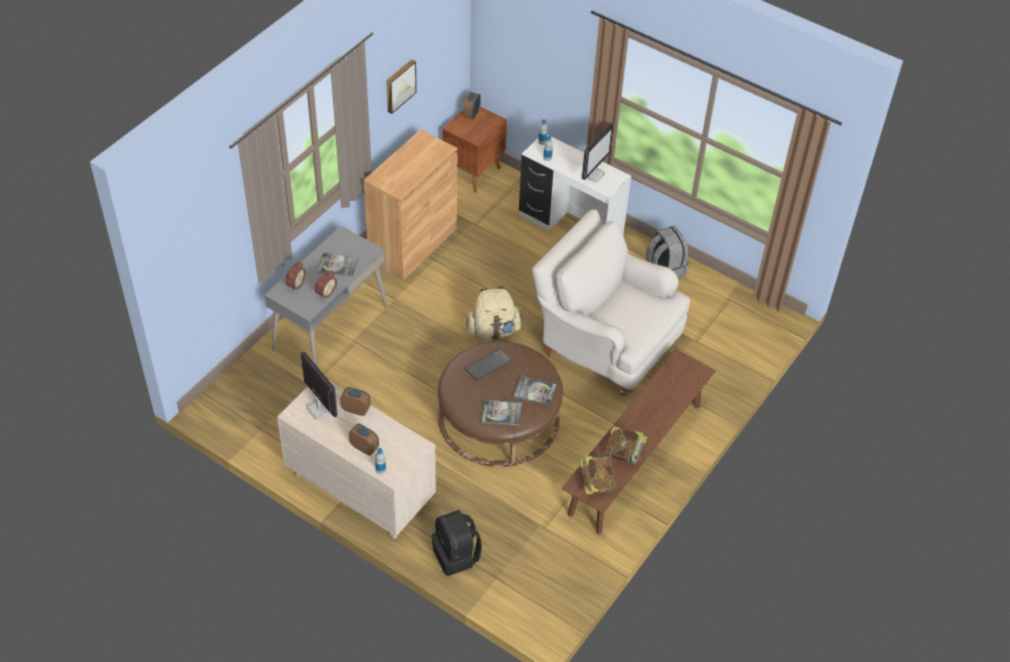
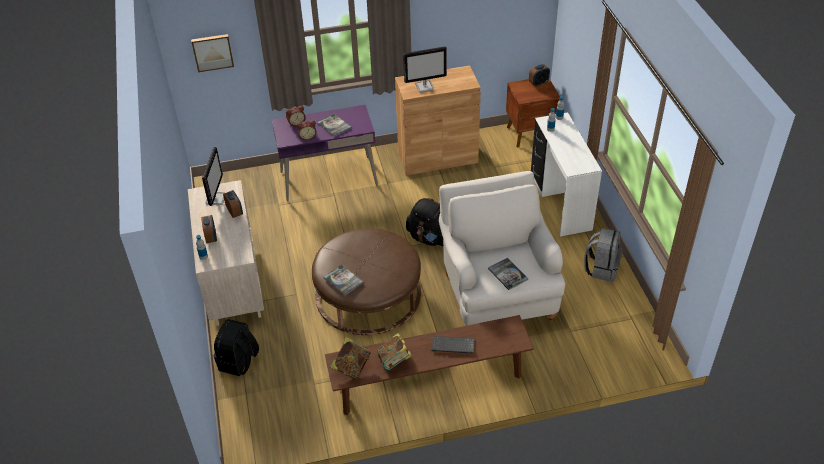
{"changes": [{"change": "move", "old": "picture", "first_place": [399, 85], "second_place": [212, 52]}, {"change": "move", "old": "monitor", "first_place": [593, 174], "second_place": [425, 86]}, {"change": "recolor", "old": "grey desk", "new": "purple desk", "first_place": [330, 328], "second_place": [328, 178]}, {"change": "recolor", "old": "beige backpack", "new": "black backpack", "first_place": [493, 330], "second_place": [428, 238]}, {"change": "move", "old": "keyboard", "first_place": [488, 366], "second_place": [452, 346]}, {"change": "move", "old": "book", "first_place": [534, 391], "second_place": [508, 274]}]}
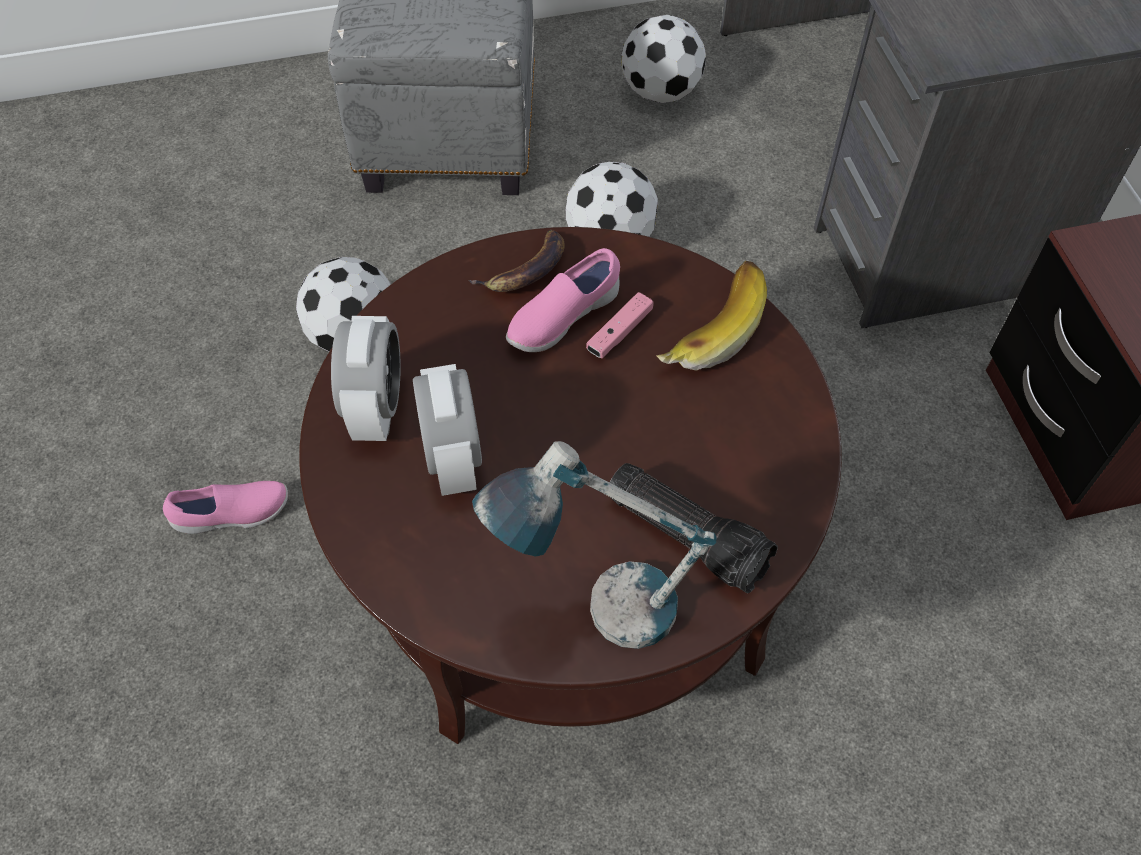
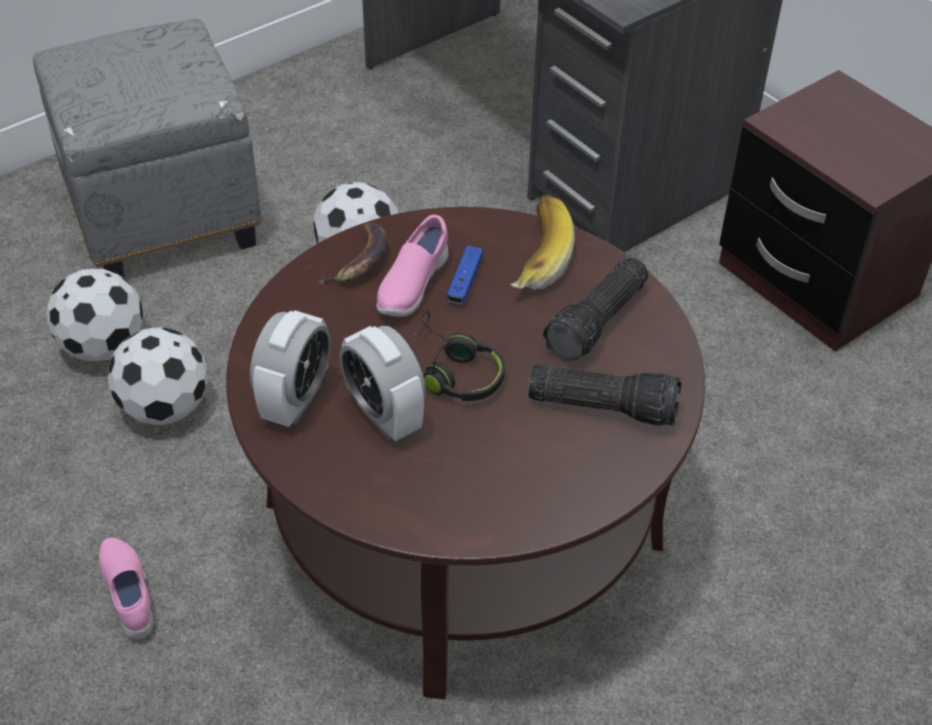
{"changes": [{"change": "move", "old": "football", "first_place": [660, 92], "second_place": [103, 347]}, {"change": "recolor", "old": "pink game controller", "new": "blue game controller", "first_place": [619, 332], "second_place": [465, 282]}, {"change": "rotate", "old": "alarm clock", "first_place": [376, 408], "second_place": [295, 400], "degrees": 45}, {"change": "delete", "old": "table lamp", "first_place": [594, 609]}, {"change": "rotate", "old": "pink shoe", "first_place": [232, 515], "second_place": [130, 595], "degrees": -75}, {"change": "insert", "new": "flashlight", "second_place": [599, 323]}, {"change": "insert", "new": "black headphones", "second_place": [454, 371]}]}
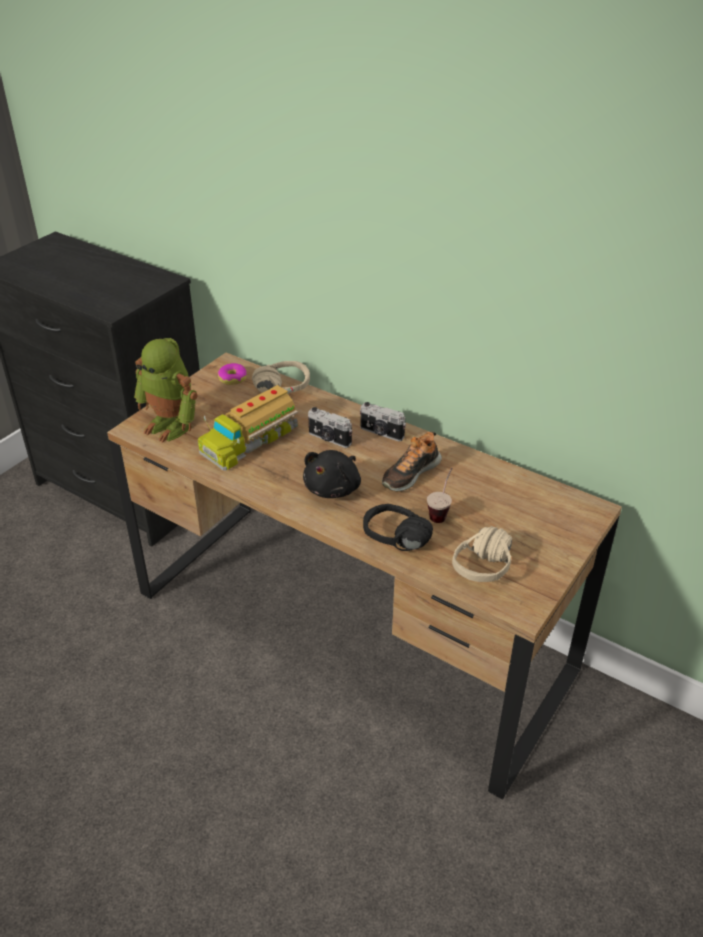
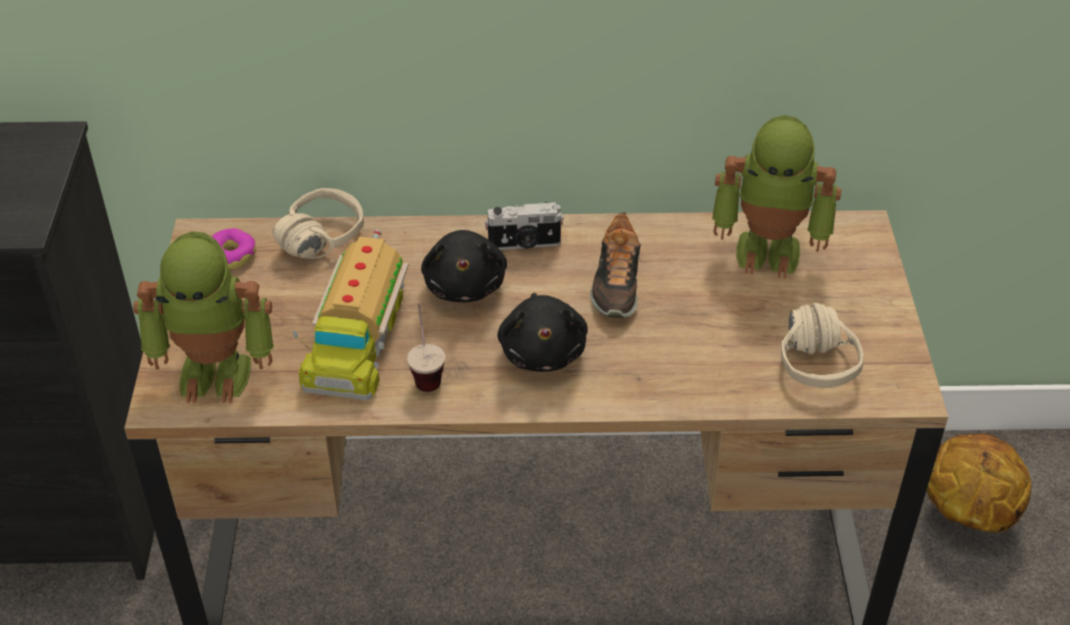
{"changes": [{"change": "replace", "old": "photo camera", "new": "black plush toy", "first_place": [329, 439], "second_place": [465, 284]}, {"change": "move", "old": "cup", "first_place": [441, 511], "second_place": [426, 372]}, {"change": "delete", "old": "black headphones", "first_place": [392, 544]}, {"change": "insert", "new": "toy robot", "second_place": [769, 249]}, {"change": "insert", "new": "basketball", "second_place": [966, 513]}]}
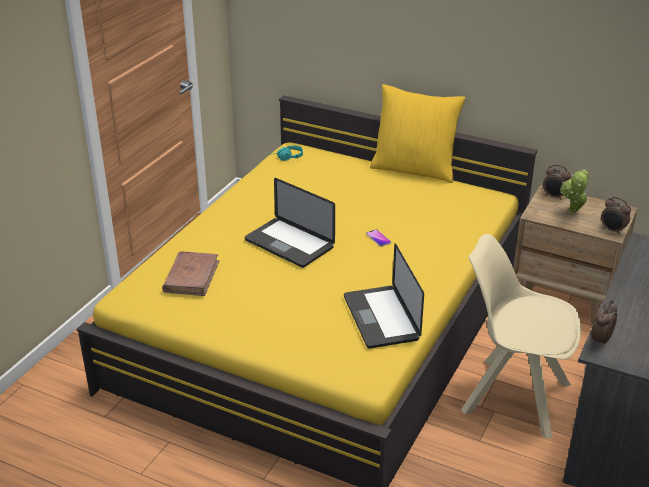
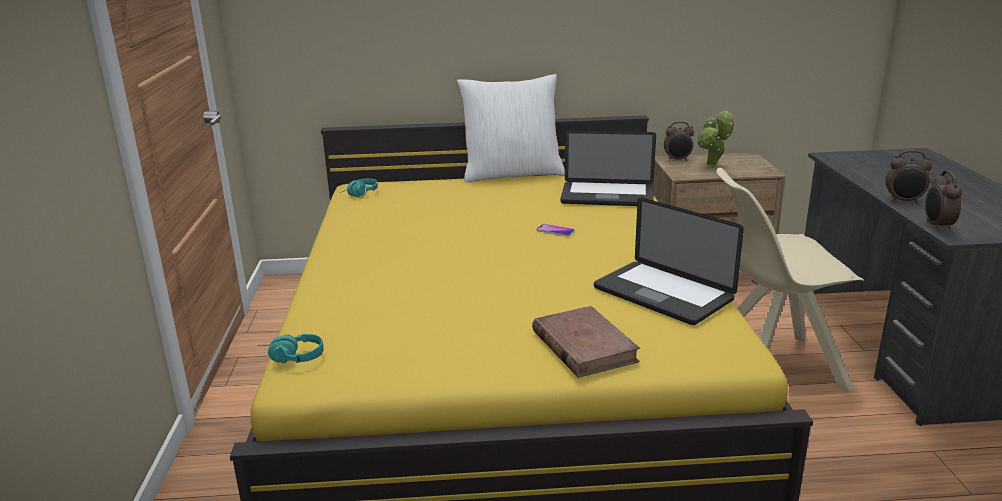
{"changes": [{"change": "recolor", "old": "yellow pillow", "new": "white pillow", "first_place": [414, 169], "second_place": [512, 174]}, {"change": "move", "old": "laptop", "first_place": [289, 244], "second_place": [607, 196]}, {"change": "move", "old": "alarm clock", "first_place": [612, 230], "second_place": [903, 201]}, {"change": "move", "old": "brown book", "first_place": [191, 276], "second_place": [583, 346]}, {"change": "insert", "new": "turquoise headphones", "second_place": [290, 358]}]}
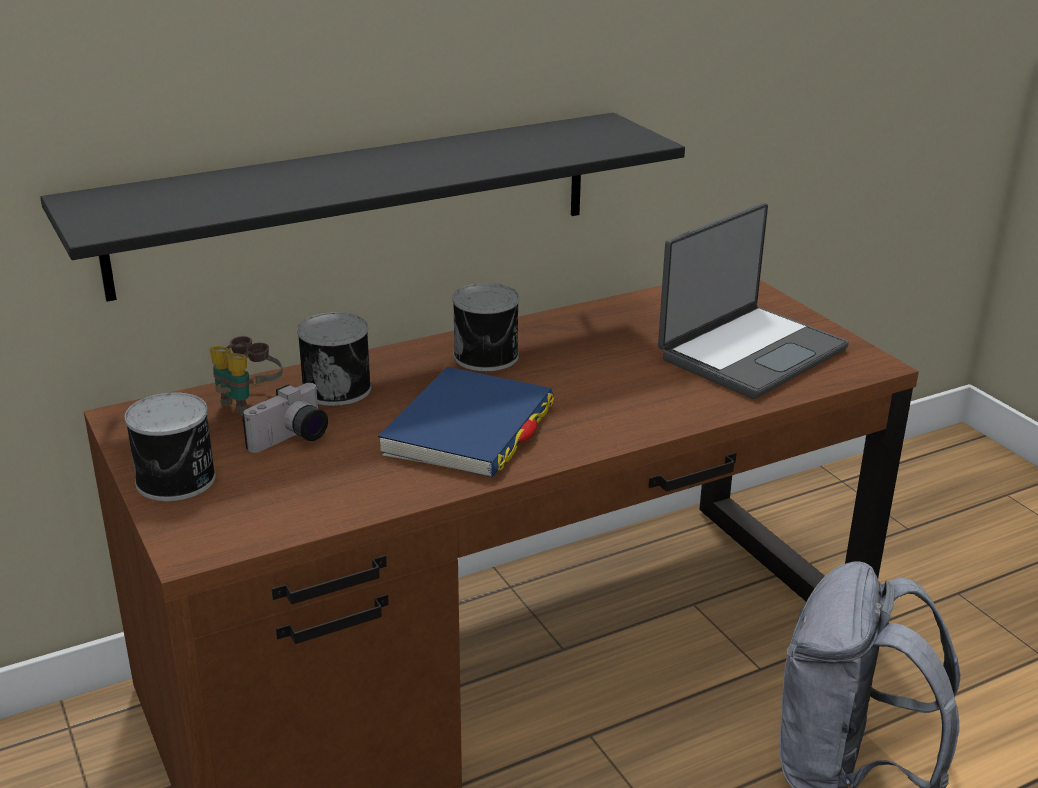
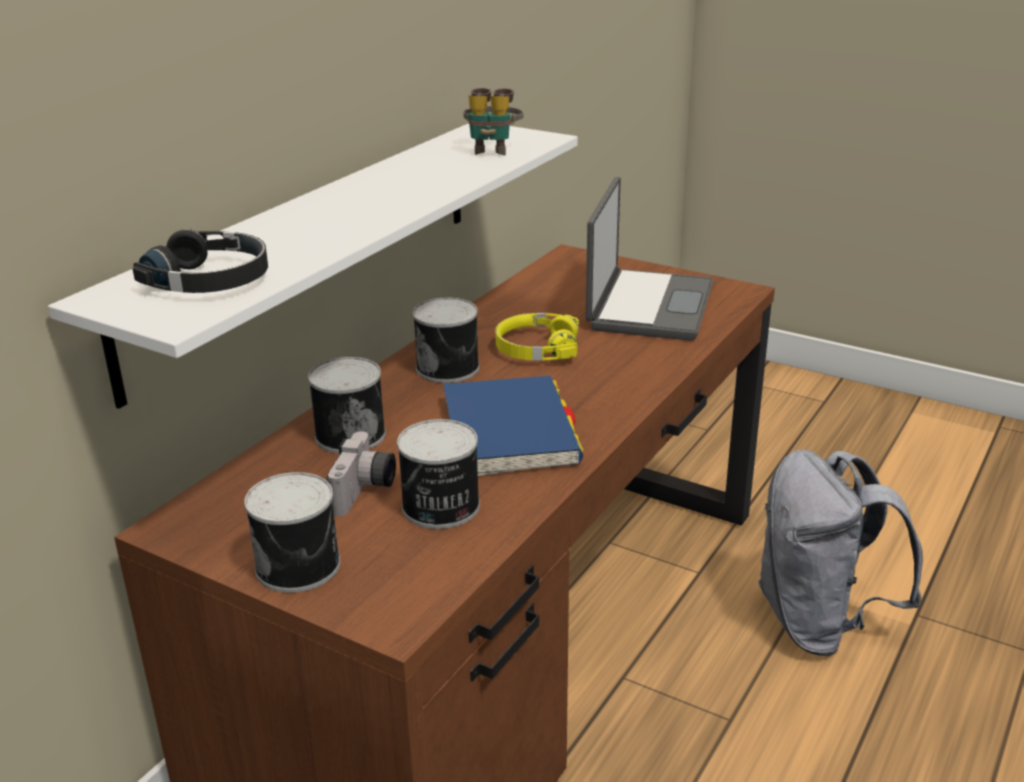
{"changes": [{"change": "recolor", "old": "black shelf", "new": "white shelf", "first_place": [358, 202], "second_place": [310, 247]}, {"change": "move", "old": "binoculars", "first_place": [248, 402], "second_place": [492, 150]}, {"change": "insert", "new": "black headphones", "second_place": [211, 280]}, {"change": "insert", "new": "yellow headphones", "second_place": [536, 349]}, {"change": "insert", "new": "can", "second_place": [440, 507]}]}
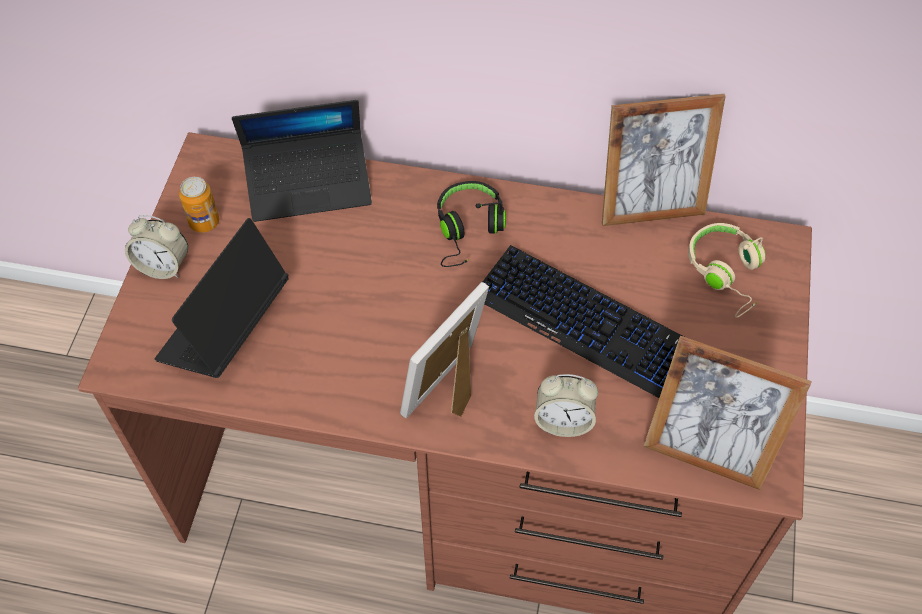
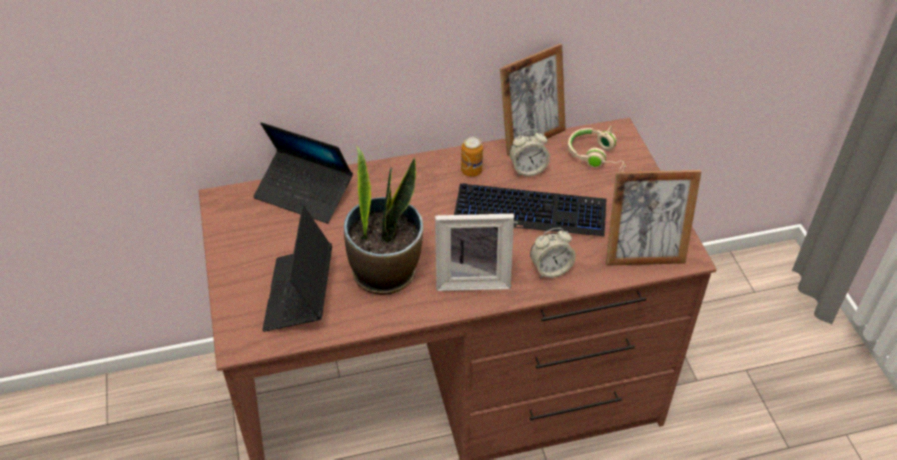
{"changes": [{"change": "rotate", "old": "laptop", "first_place": [309, 184], "second_place": [304, 193], "degrees": 60}, {"change": "move", "old": "can", "first_place": [204, 222], "second_place": [471, 171]}, {"change": "delete", "old": "black headphones", "first_place": [468, 230]}, {"change": "move", "old": "alarm clock", "first_place": [163, 266], "second_place": [528, 169]}, {"change": "rotate", "old": "picture frame", "first_place": [452, 391], "second_place": [472, 277], "degrees": -105}, {"change": "insert", "new": "potted plant", "second_place": [385, 272]}]}
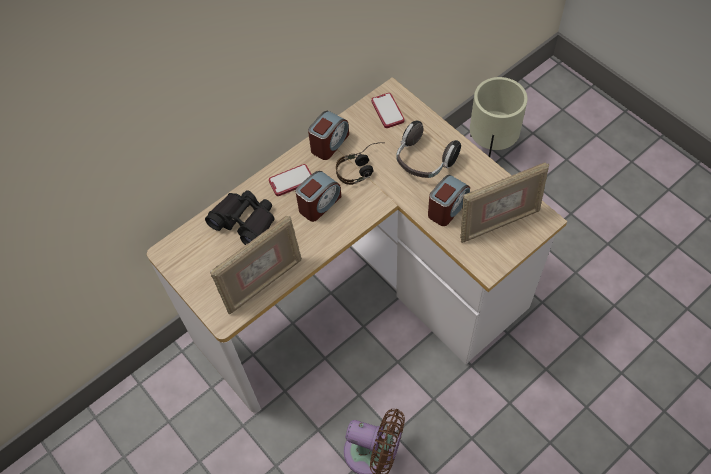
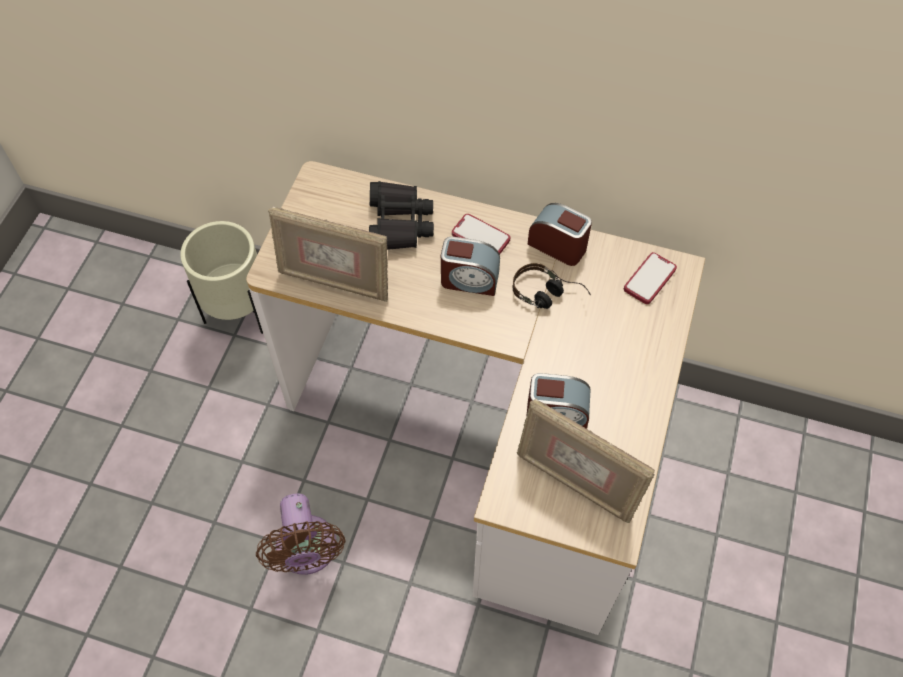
{"changes": [{"change": "move", "old": "beige planter", "first_place": [490, 149], "second_place": [239, 313]}, {"change": "rotate", "old": "alarm clock", "first_place": [329, 143], "second_place": [558, 245], "degrees": -150}, {"change": "delete", "old": "headphones", "first_place": [424, 161]}]}
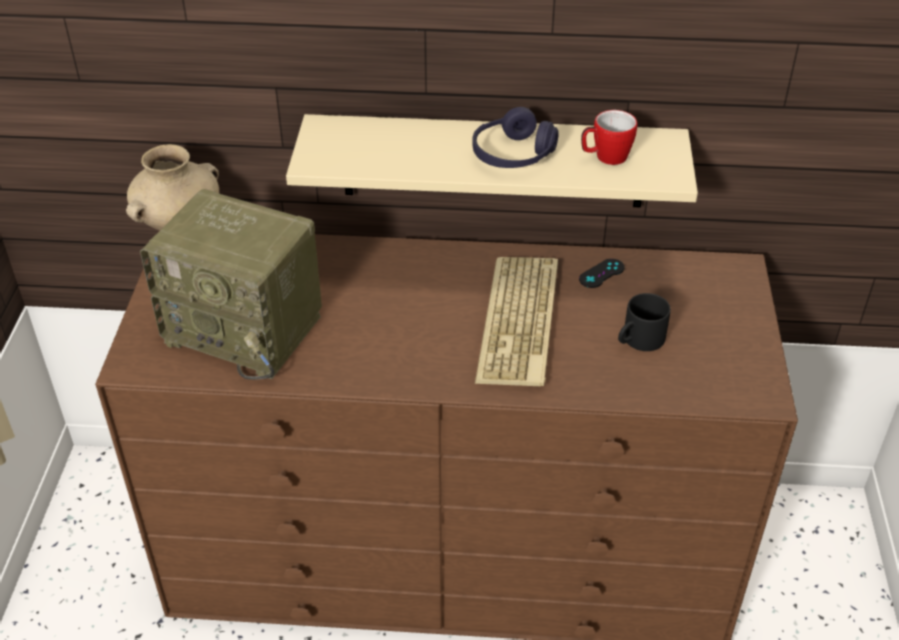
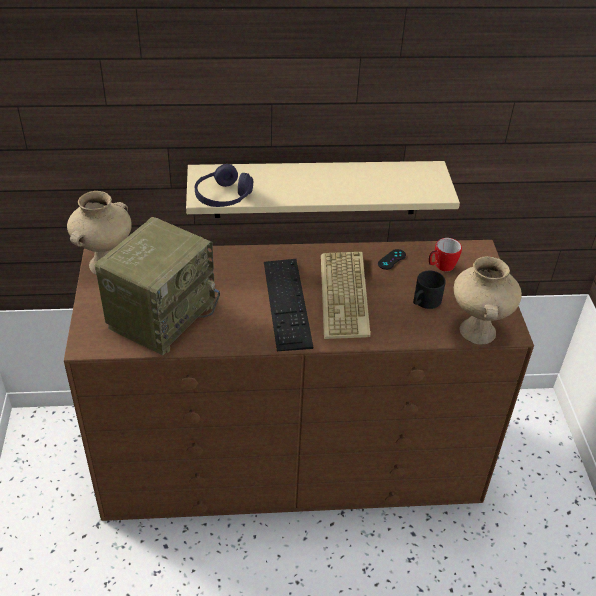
{"changes": [{"change": "move", "old": "purple headphones", "first_place": [513, 155], "second_place": [223, 197]}, {"change": "move", "old": "mug", "first_place": [605, 158], "second_place": [441, 266]}, {"change": "rotate", "old": "radio", "first_place": [247, 329], "second_place": [162, 314], "degrees": -75}, {"change": "insert", "new": "beige vase", "second_place": [476, 330]}, {"change": "insert", "new": "keyboard", "second_place": [287, 303]}]}
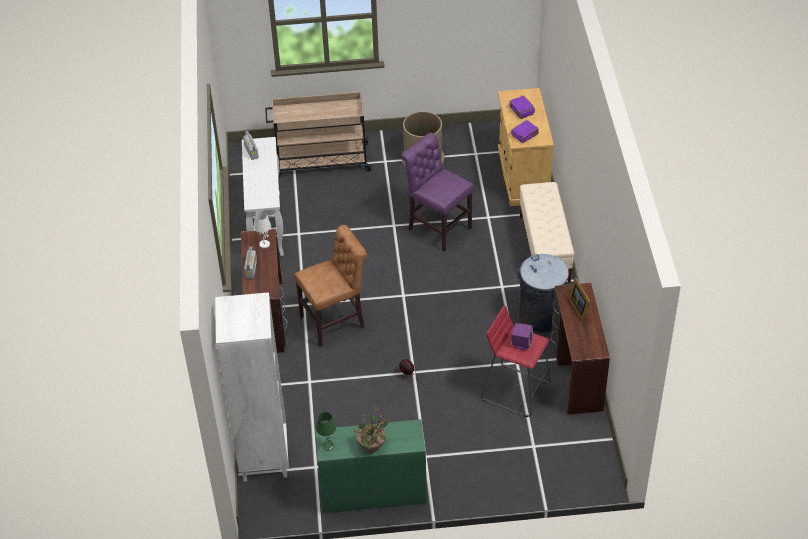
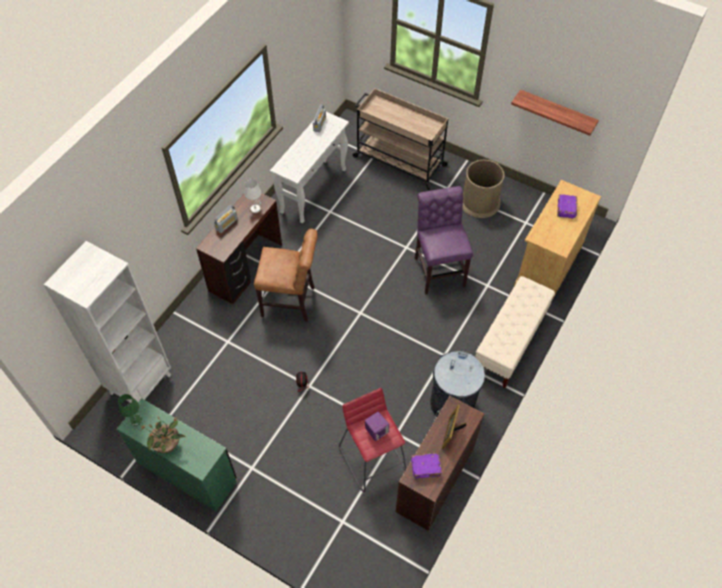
{"changes": [{"change": "move", "old": "purple book", "first_place": [525, 135], "second_place": [426, 468]}, {"change": "insert", "new": "shelf", "second_place": [556, 112]}]}
